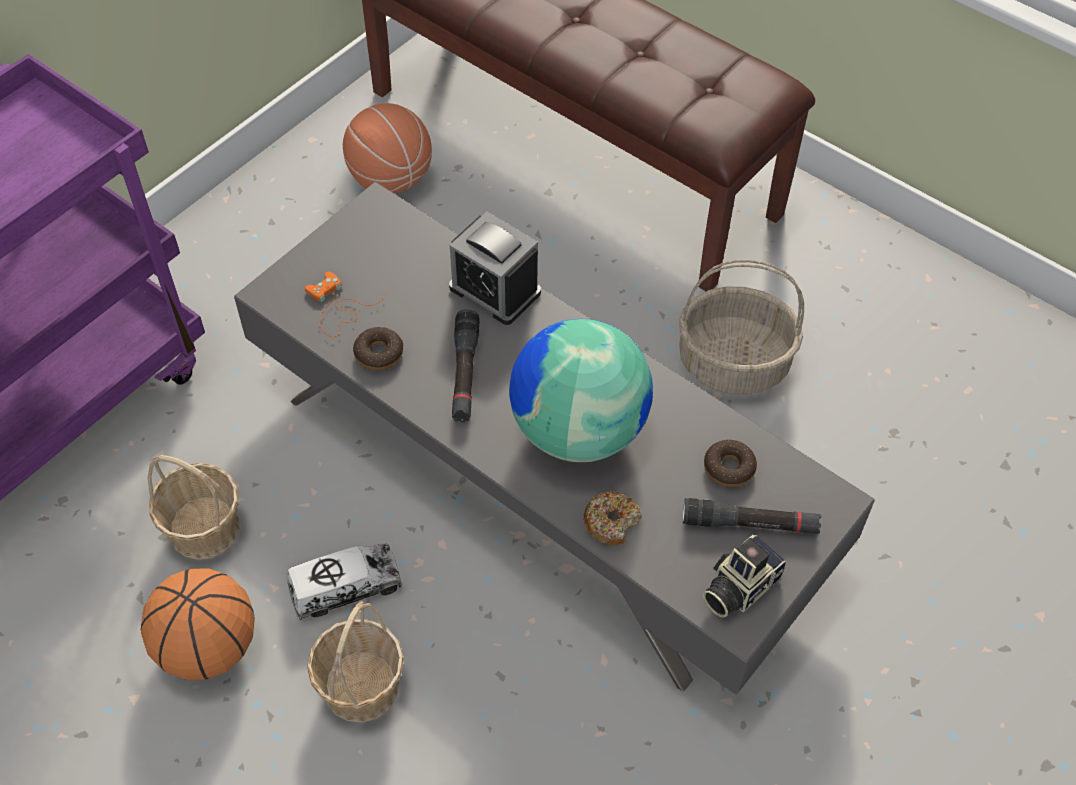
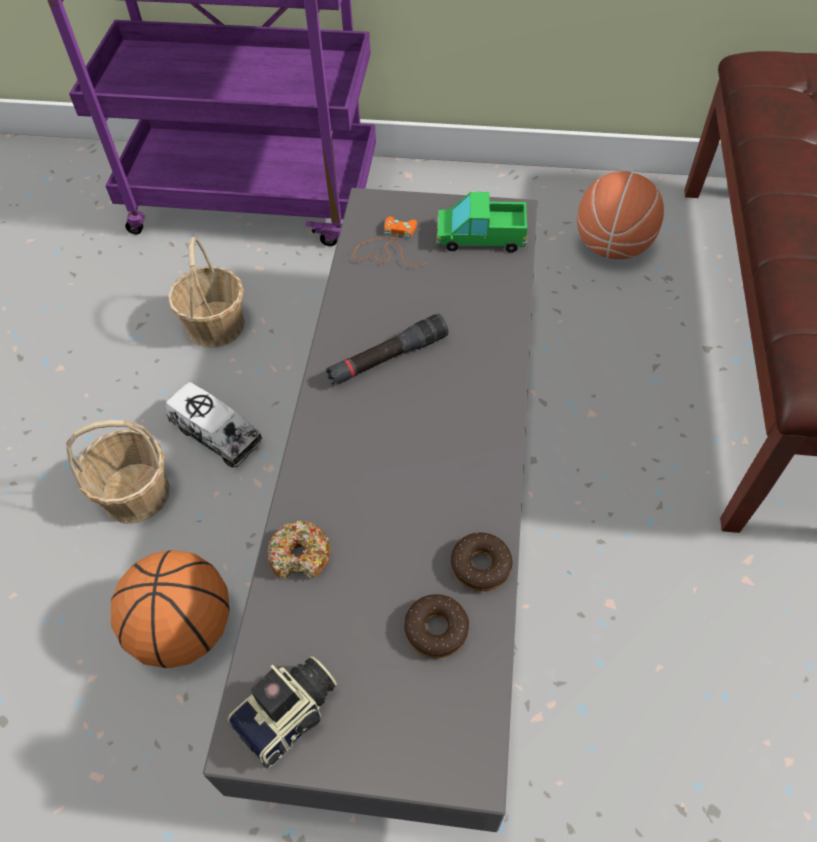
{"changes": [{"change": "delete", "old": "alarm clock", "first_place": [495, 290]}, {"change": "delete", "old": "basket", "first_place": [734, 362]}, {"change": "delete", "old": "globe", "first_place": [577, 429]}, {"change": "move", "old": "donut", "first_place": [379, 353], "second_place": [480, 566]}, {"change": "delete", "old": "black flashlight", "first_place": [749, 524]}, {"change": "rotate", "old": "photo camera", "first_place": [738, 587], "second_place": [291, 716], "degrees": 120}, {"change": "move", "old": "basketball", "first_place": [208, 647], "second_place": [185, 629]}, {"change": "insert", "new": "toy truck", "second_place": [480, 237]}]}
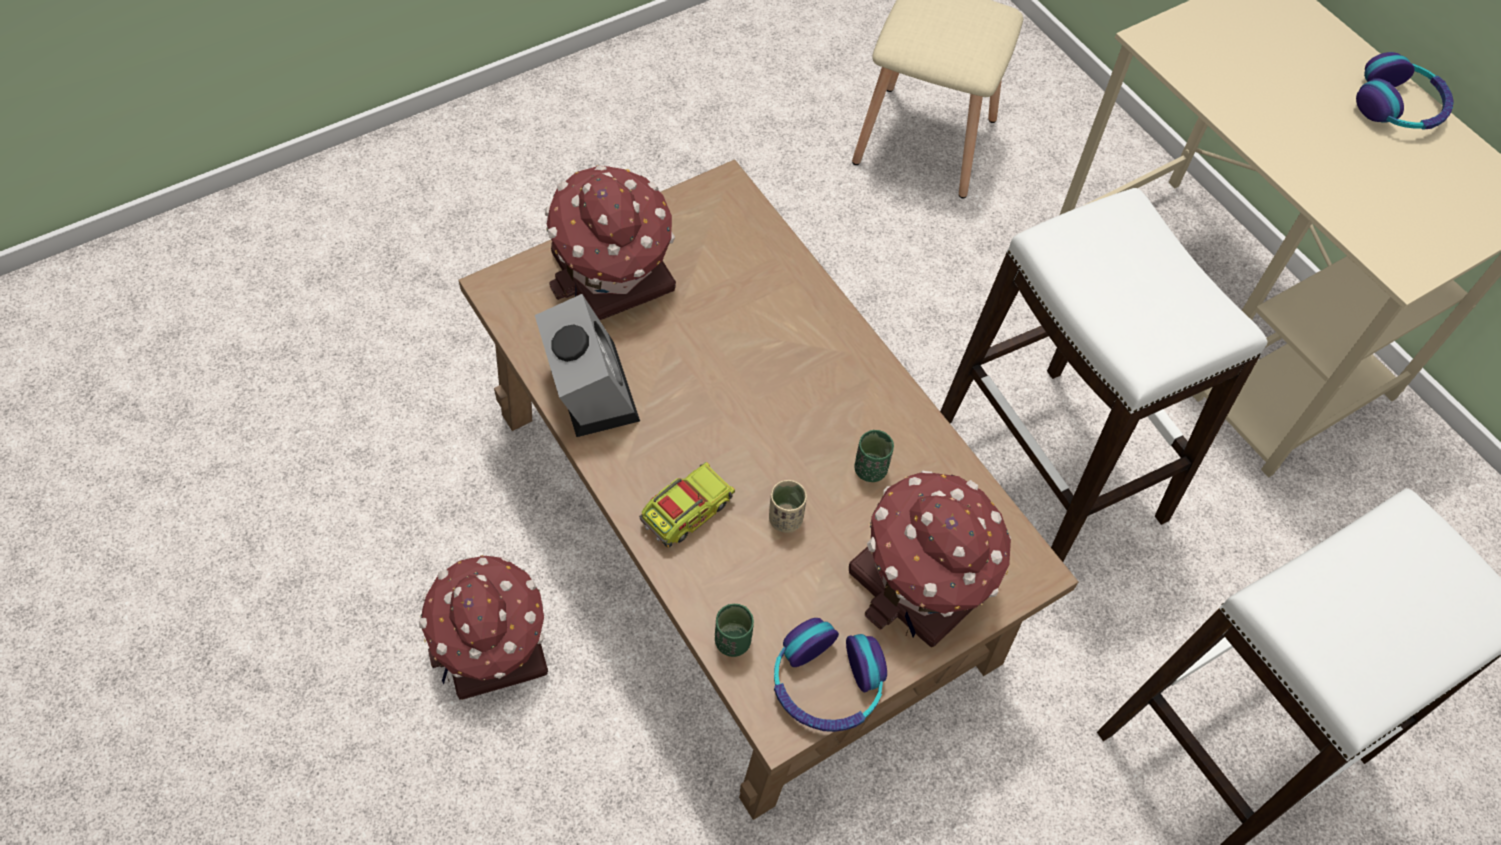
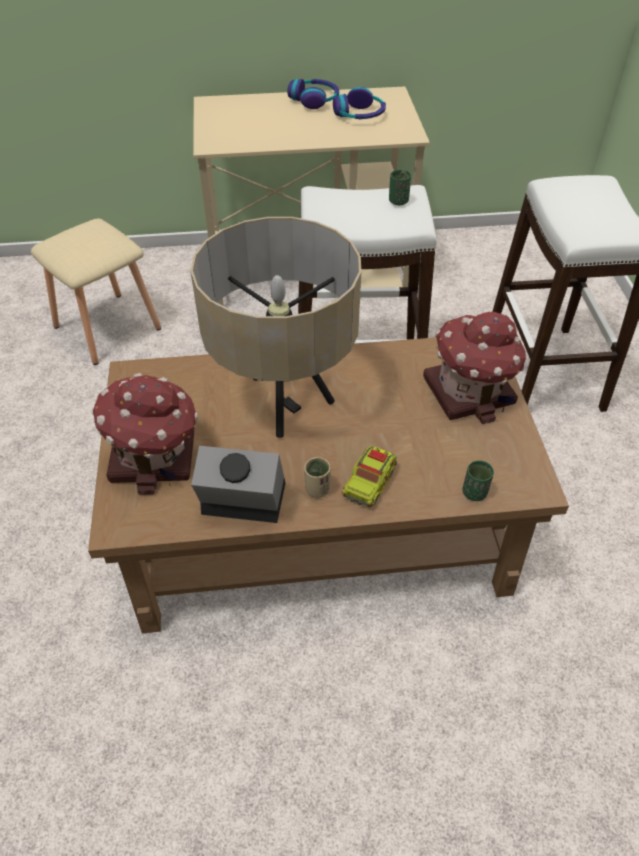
{"changes": [{"change": "move", "old": "green cup", "first_place": [870, 469], "second_place": [398, 201]}, {"change": "rotate", "old": "toy truck", "first_place": [686, 512], "second_place": [369, 483], "degrees": -135}, {"change": "move", "old": "beige cup", "first_place": [785, 519], "second_place": [317, 489]}, {"change": "delete", "old": "toy house", "first_place": [493, 647]}, {"change": "move", "old": "headphones", "first_place": [826, 684], "second_place": [359, 115]}, {"change": "insert", "new": "beige table lamp", "second_place": [283, 400]}]}
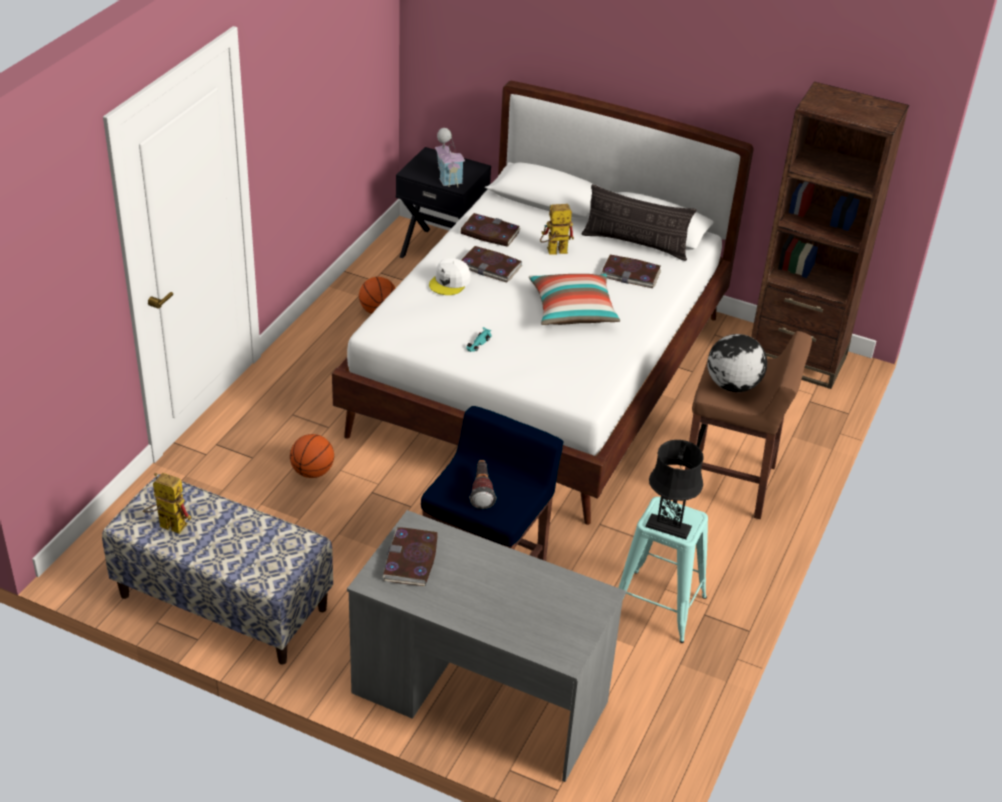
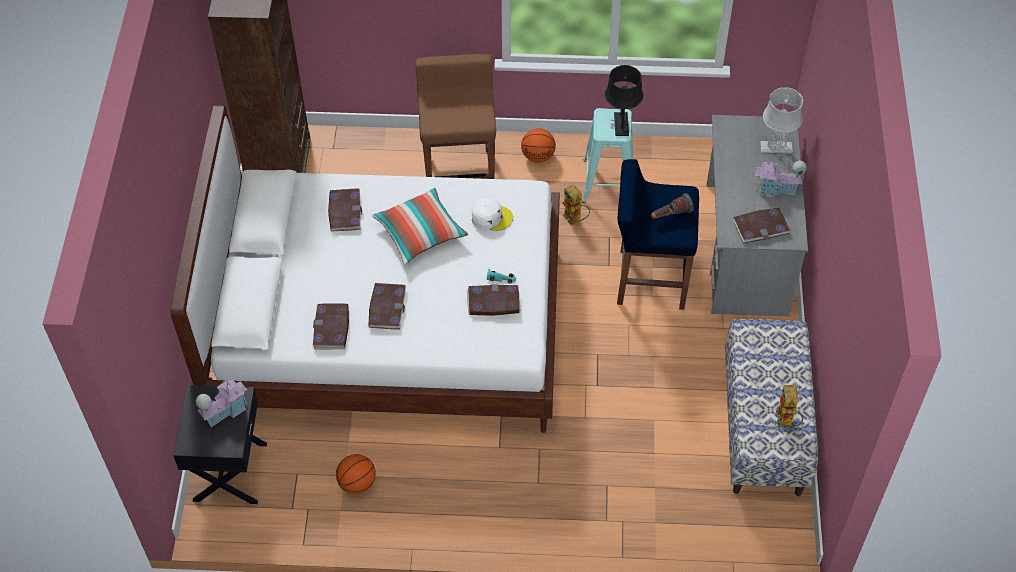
{"changes": [{"change": "delete", "old": "pillow", "first_place": [635, 244]}, {"change": "move", "old": "toy robot", "first_place": [552, 252], "second_place": [575, 220]}, {"change": "move", "old": "white cap", "first_place": [450, 282], "second_place": [491, 217]}, {"change": "delete", "old": "globe", "first_place": [732, 385]}, {"change": "move", "old": "basketball", "first_place": [312, 472], "second_place": [538, 156]}, {"change": "insert", "new": "grey table lamp", "second_place": [776, 147]}, {"change": "insert", "new": "toy house", "second_place": [776, 189]}, {"change": "insert", "new": "book", "second_place": [493, 302]}]}
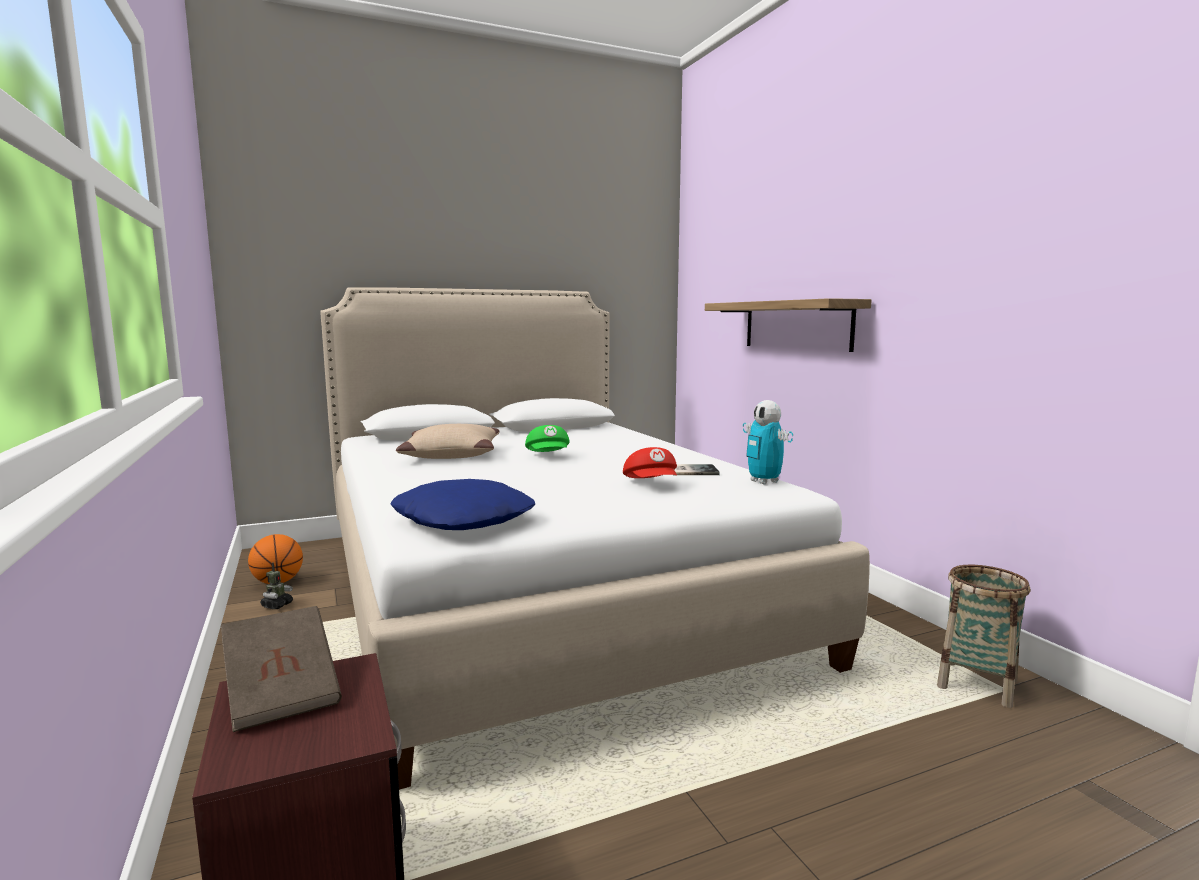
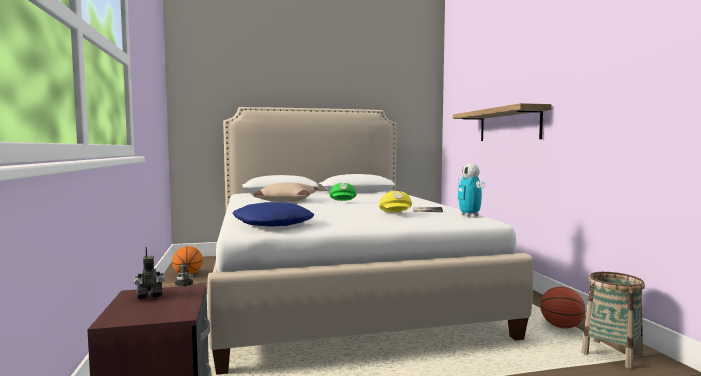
{"changes": [{"change": "recolor", "old": "red cap", "new": "yellow cap", "first_place": [652, 484], "second_place": [396, 214]}, {"change": "replace", "old": "brown book", "new": "toy robot", "first_place": [282, 692], "second_place": [150, 296]}, {"change": "insert", "new": "basketball", "second_place": [561, 326]}]}
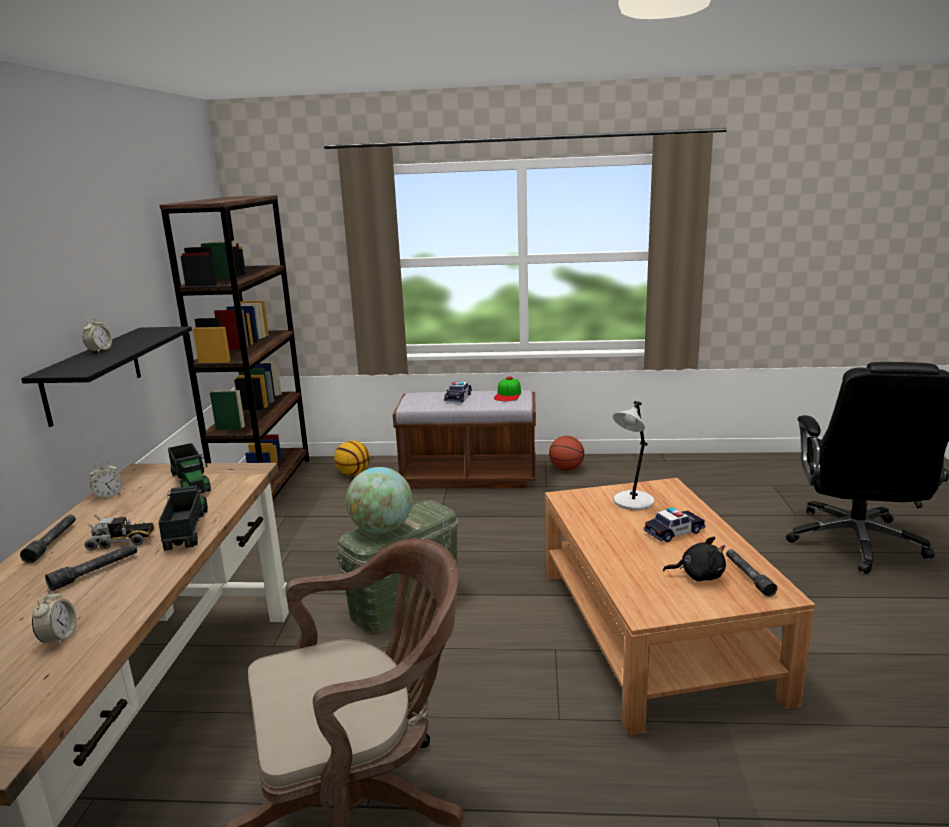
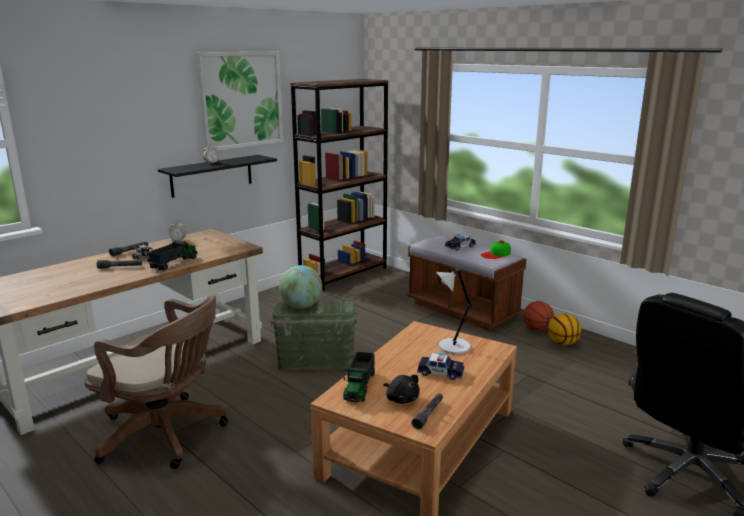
{"changes": [{"change": "move", "old": "basketball", "first_place": [353, 474], "second_place": [562, 343]}, {"change": "move", "old": "toy truck", "first_place": [191, 482], "second_place": [359, 386]}, {"change": "delete", "old": "alarm clock", "first_place": [59, 638]}, {"change": "insert", "new": "picture", "second_place": [241, 100]}]}
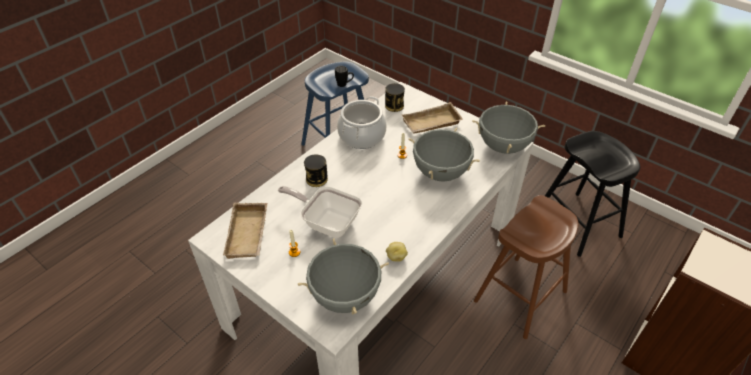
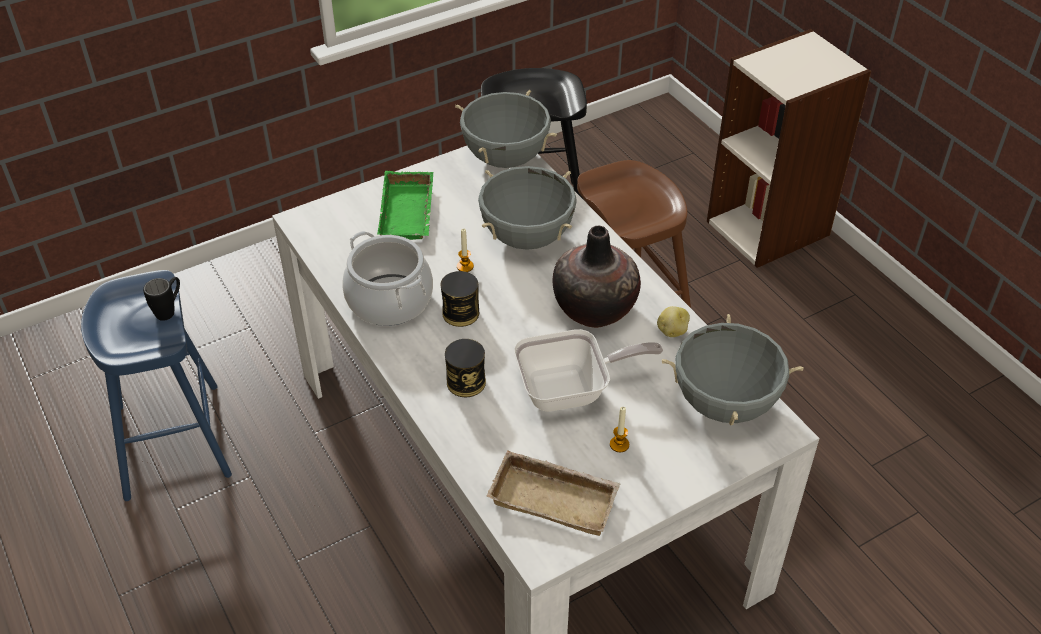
{"changes": [{"change": "move", "old": "can", "first_place": [394, 106], "second_place": [460, 313]}, {"change": "recolor", "old": "beige tray", "new": "green tray", "first_place": [431, 124], "second_place": [409, 213]}, {"change": "rotate", "old": "frying pan", "first_place": [327, 222], "second_place": [571, 391], "degrees": -150}, {"change": "insert", "new": "vase", "second_place": [595, 308]}]}
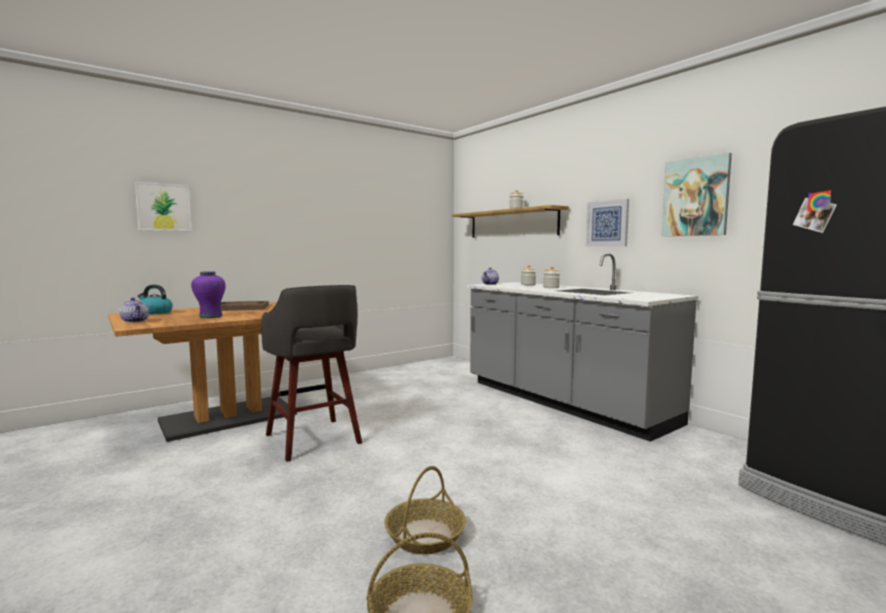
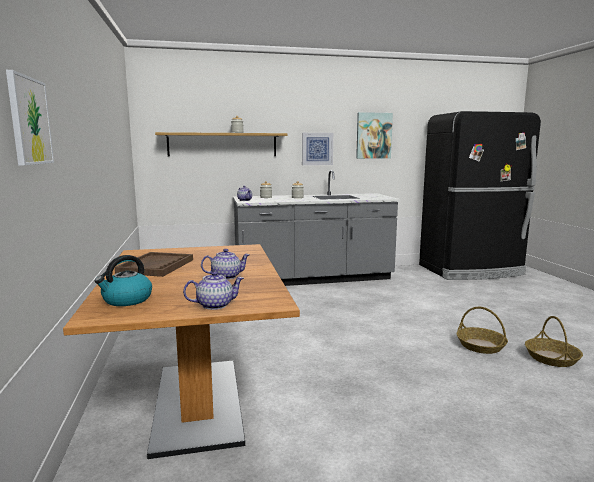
{"changes": [{"change": "replace", "old": "purple vase", "new": "teapot", "first_place": [210, 316], "second_place": [226, 276]}, {"change": "delete", "old": "grey stool", "first_place": [314, 440]}]}
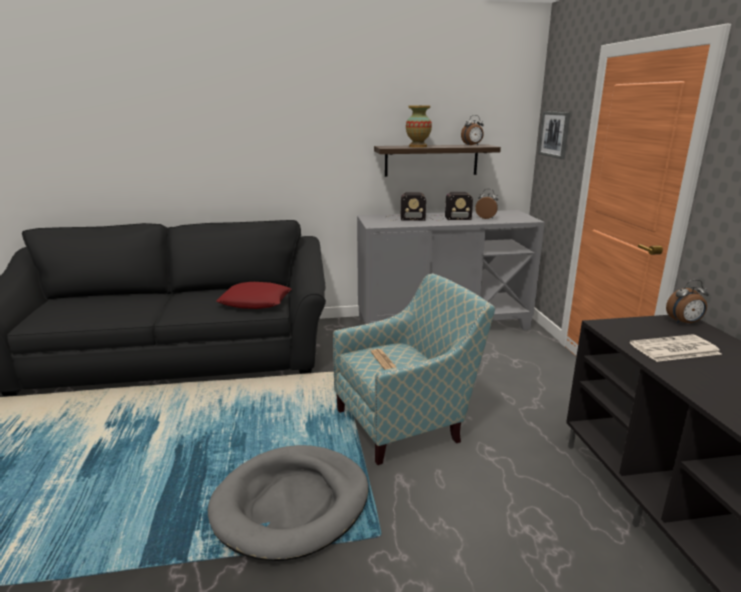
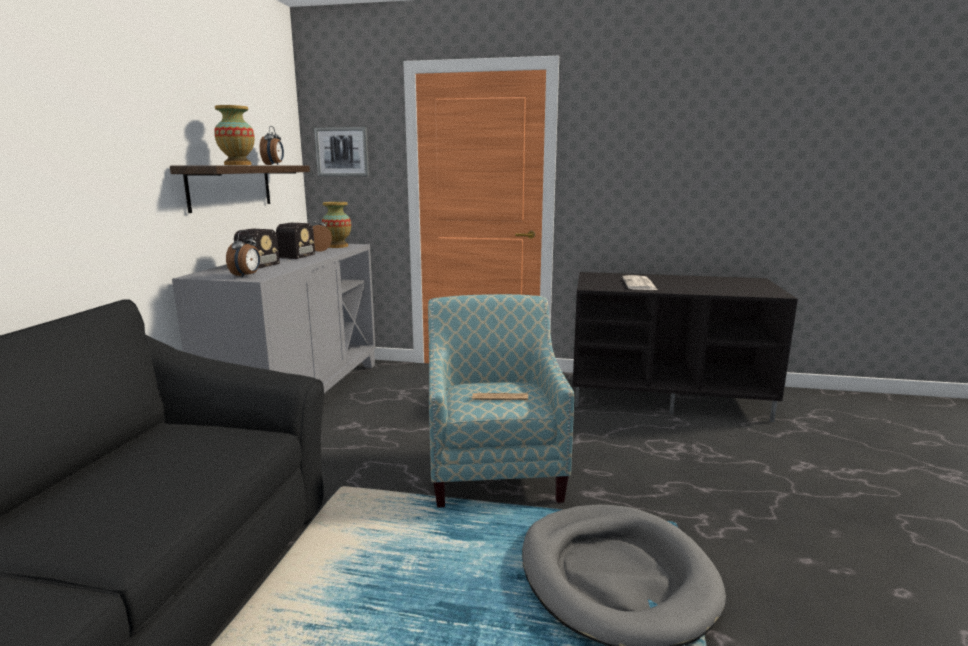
{"changes": [{"change": "move", "old": "alarm clock", "first_place": [684, 323], "second_place": [246, 276]}, {"change": "delete", "old": "red pillow", "first_place": [255, 302]}, {"change": "insert", "new": "vase", "second_place": [338, 246]}]}
